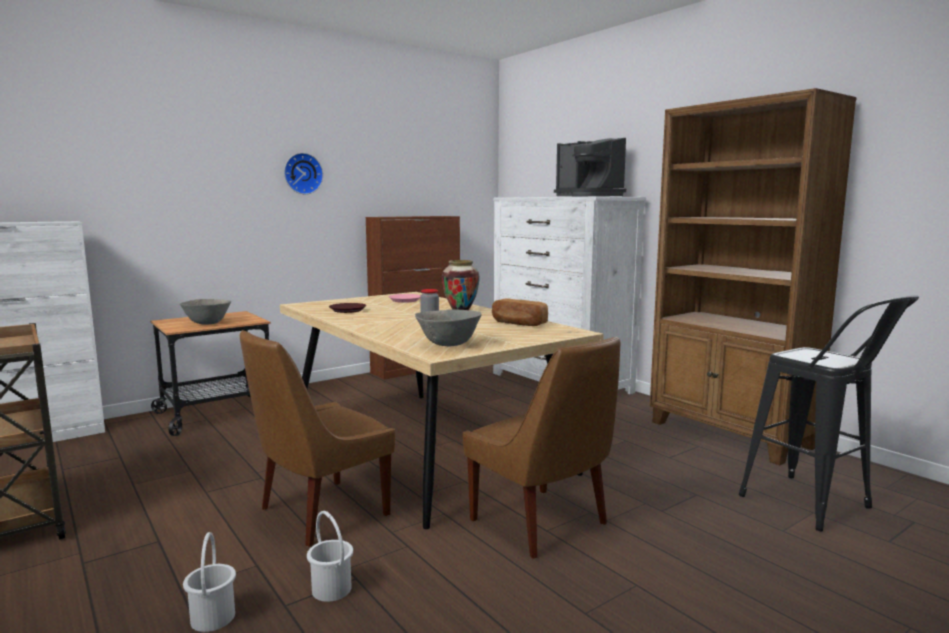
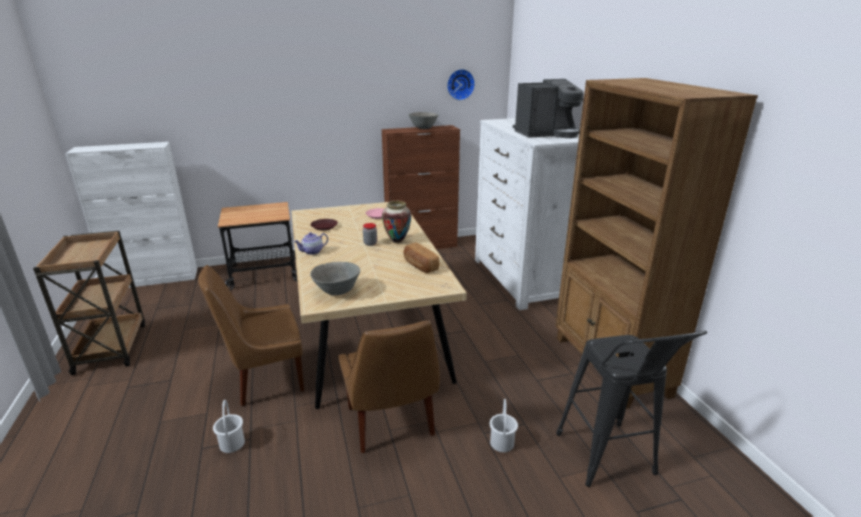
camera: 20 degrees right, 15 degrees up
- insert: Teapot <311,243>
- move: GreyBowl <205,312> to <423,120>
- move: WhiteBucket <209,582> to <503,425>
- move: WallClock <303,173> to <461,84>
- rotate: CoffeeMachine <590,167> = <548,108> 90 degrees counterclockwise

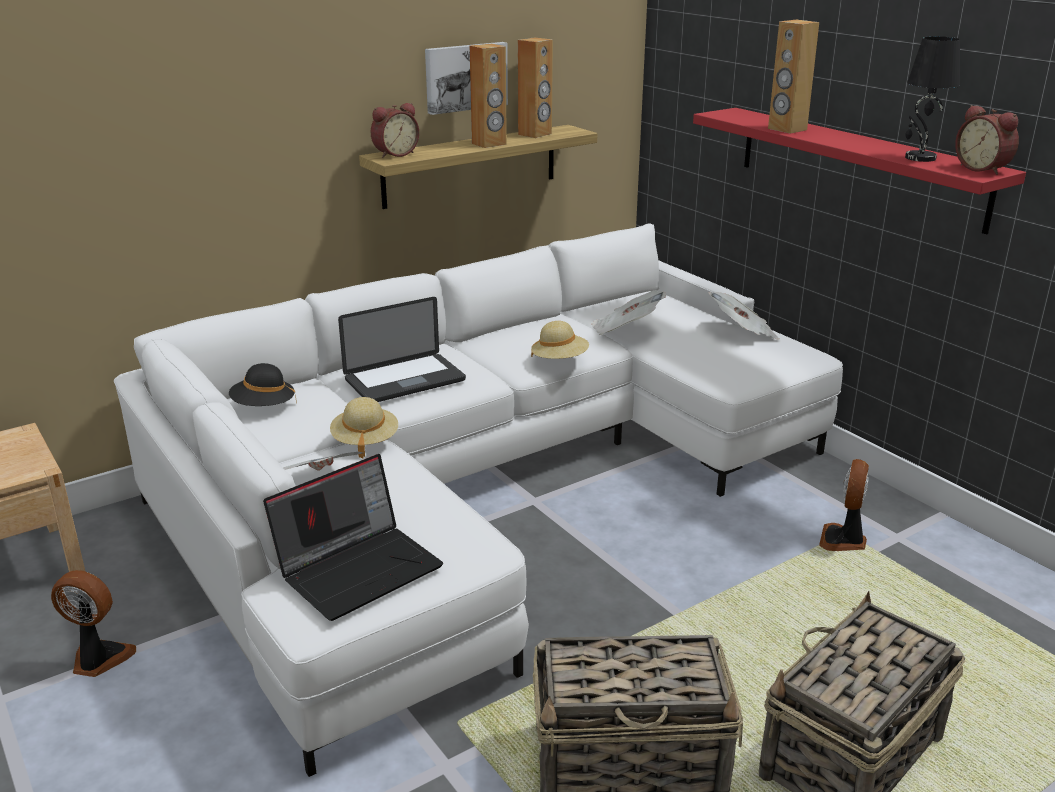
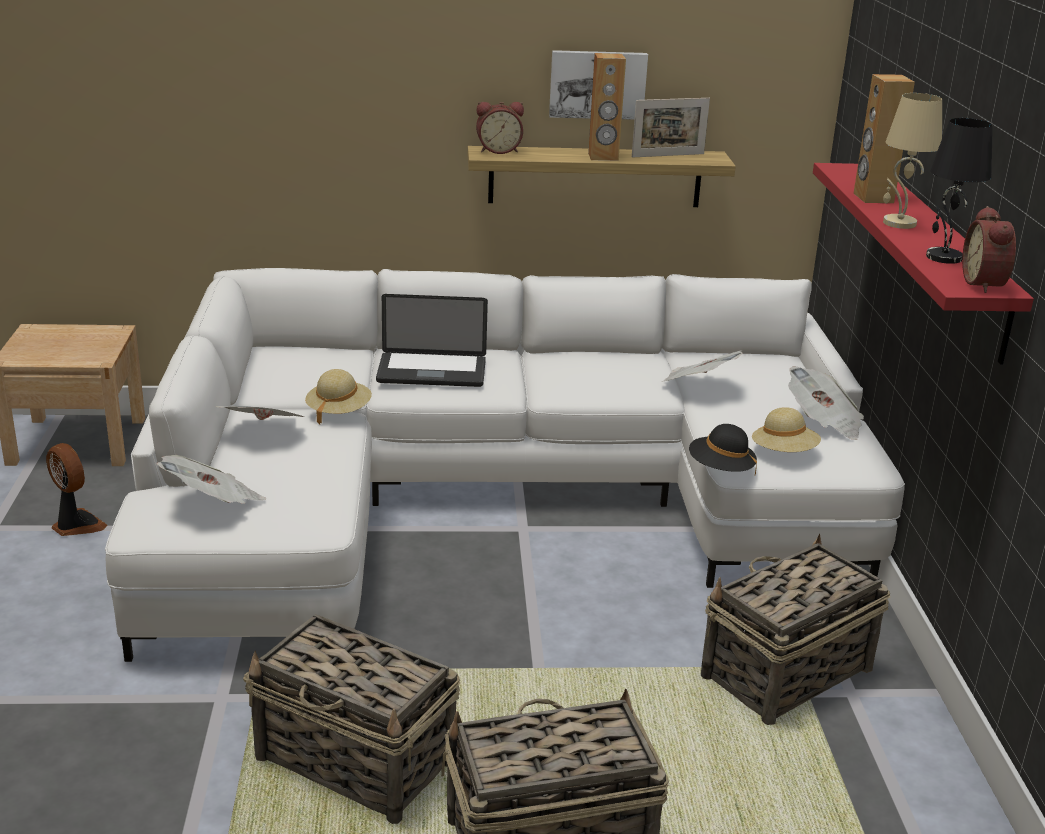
camera: 30 degrees right, 0 degrees up
- insert: BeigeTableLamp <912,161>
- move: BlackHat <263,384> to <723,449>
- move: BeigeHat <560,340> to <786,429>
- replace: Laptop <353,537> to Newspaper <211,479>
- replace: BrownSpeaker <535,87> to PictureFrame <671,127>
- replace: Fan <844,505> to Basket <795,629>

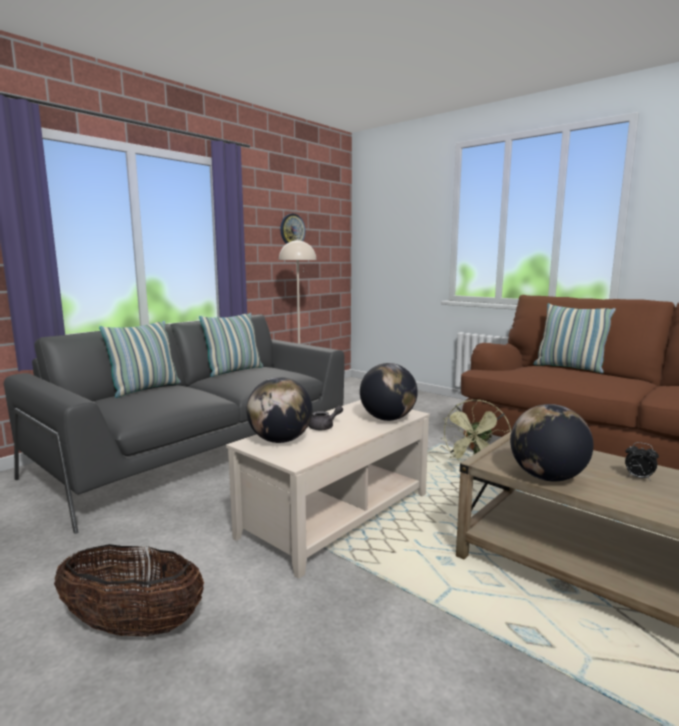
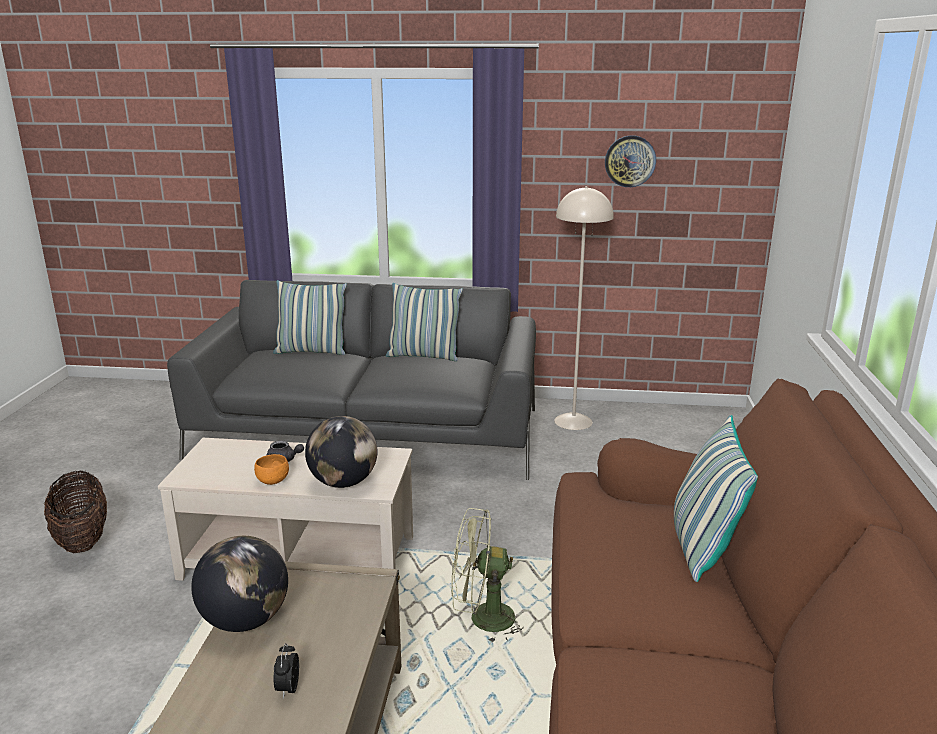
camera: 55 degrees right, 10 degrees up
- delete: Globe <279,410>
- insert: OrangeBowl <271,469>

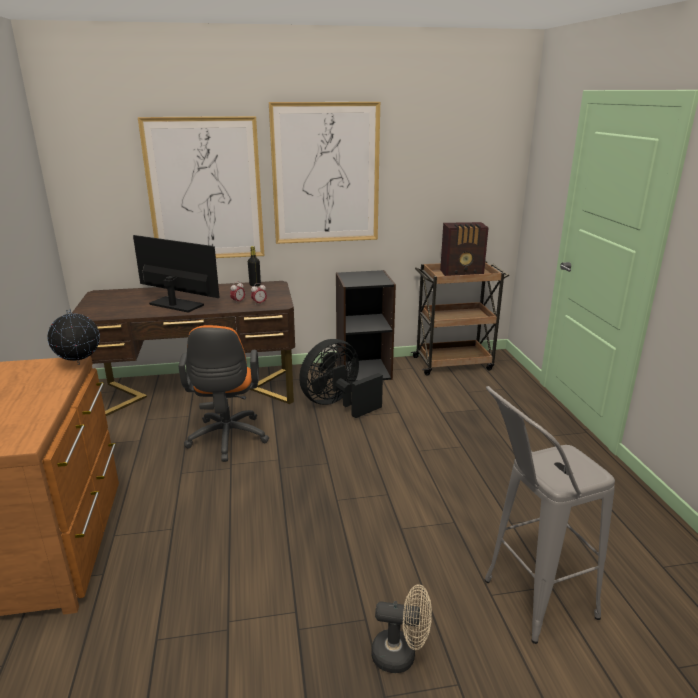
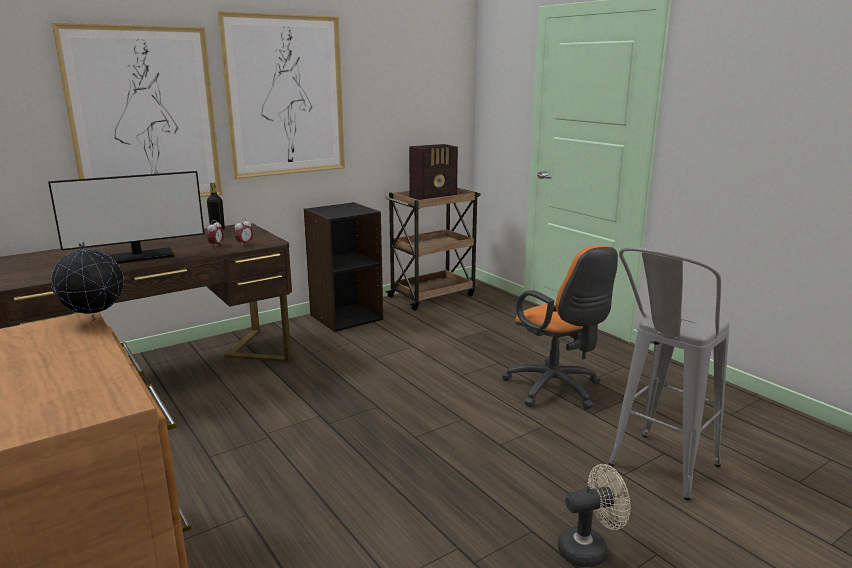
camera: 25 degrees left, 5 degrees down
- delete: BlackFan <341,378>
- move: OrangeOfficeChair <223,393> to <560,327>
- rotate: Monitor <176,274> = <126,217> 150 degrees clockwise

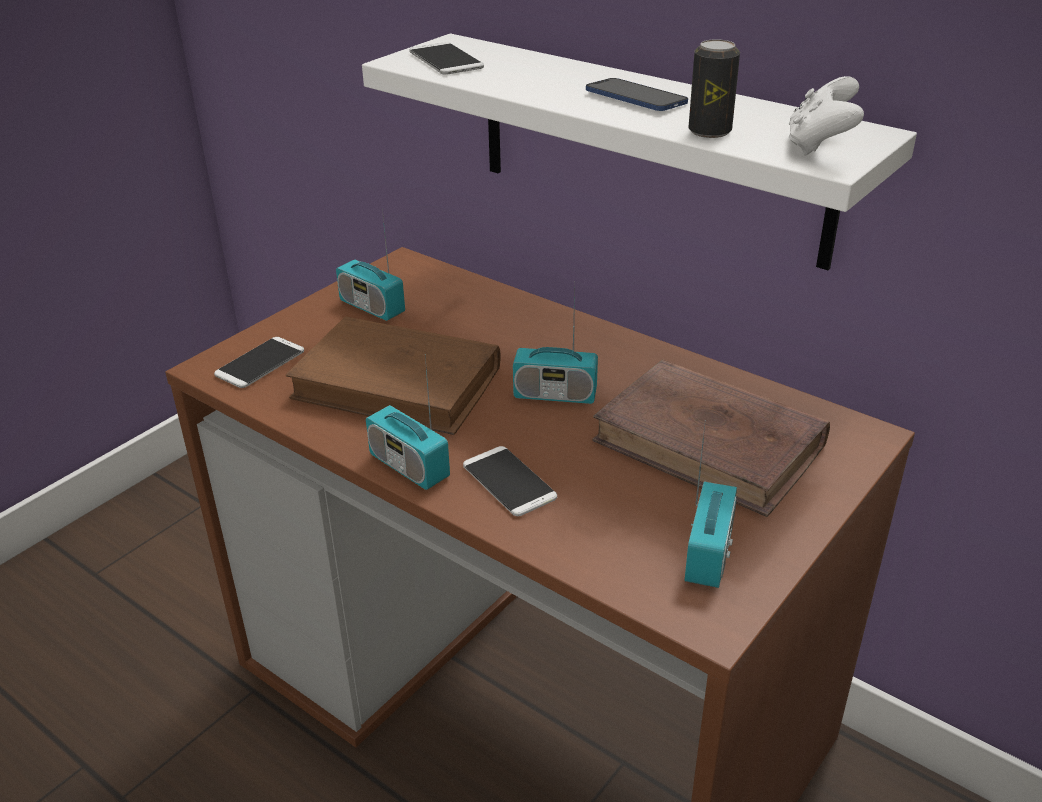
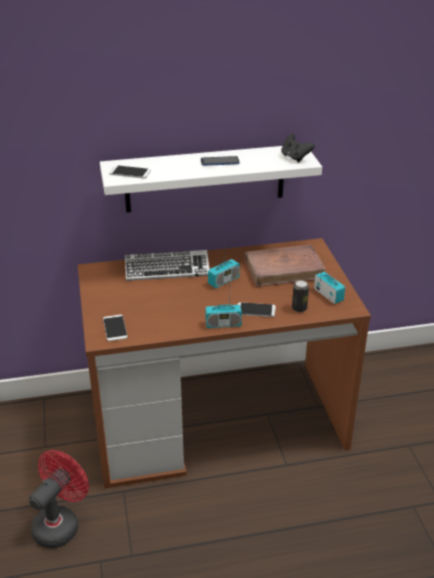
camera: 50 degrees left, 0 degrees up
- delete: BrownBook <393,375>
- delete: Radio <370,264>
- insert: RedFan <59,499>
- insert: Keyboard <167,265>
- move: Can <714,88> to <300,296>
- recolor: WhiteGameController <826,116> to BlackGameController <298,148>

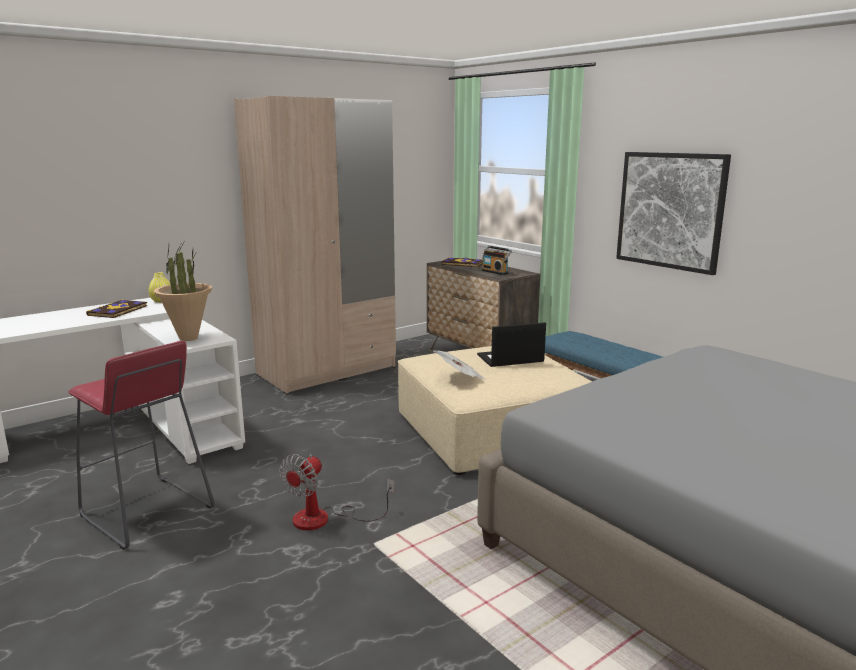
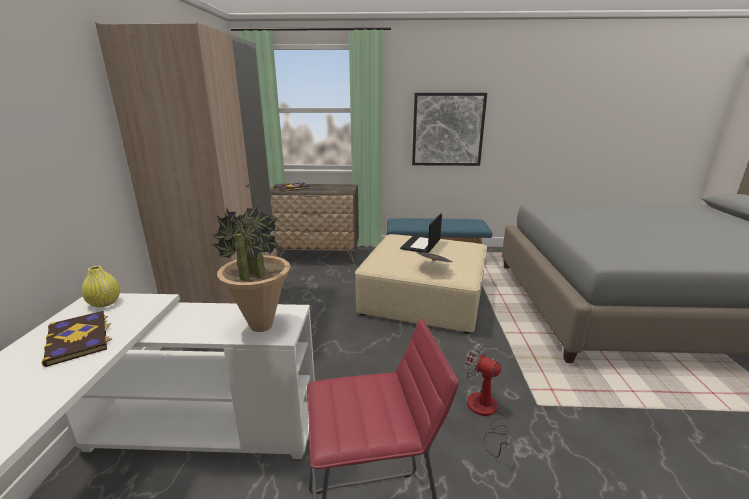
camera: 50 degrees left, 5 degrees up
- delete: Radio <497,260>
- rotate: Fan <337,492> = <488,400> 150 degrees clockwise

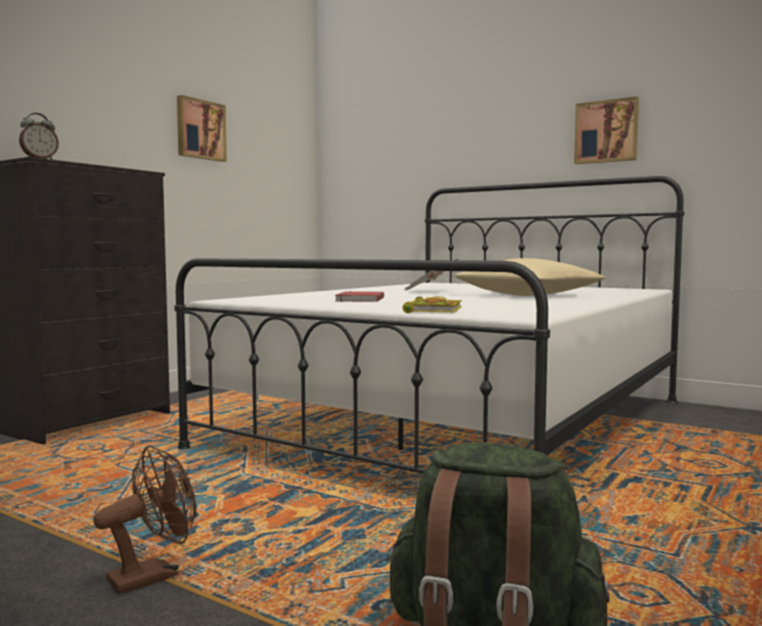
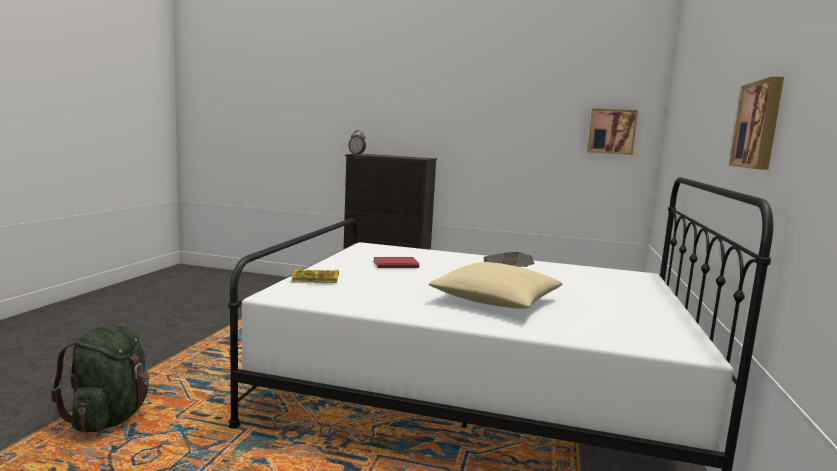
camera: 70 degrees right, 5 degrees up
- delete: BrownFan <144,519>
- move: Picture <202,128> to <612,131>

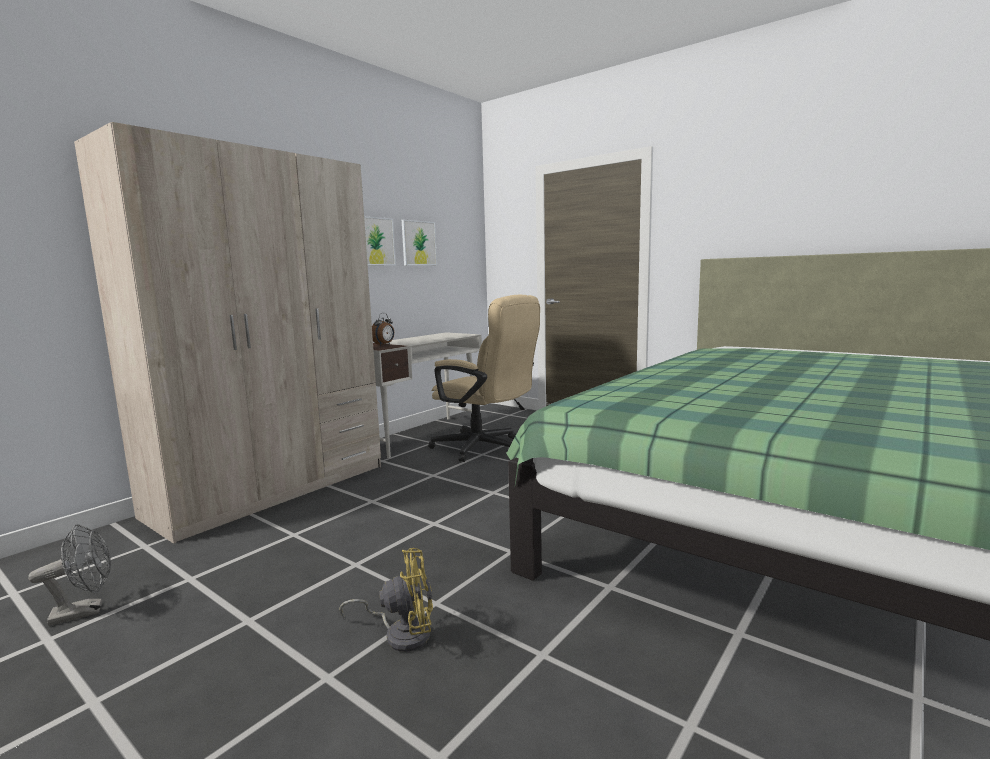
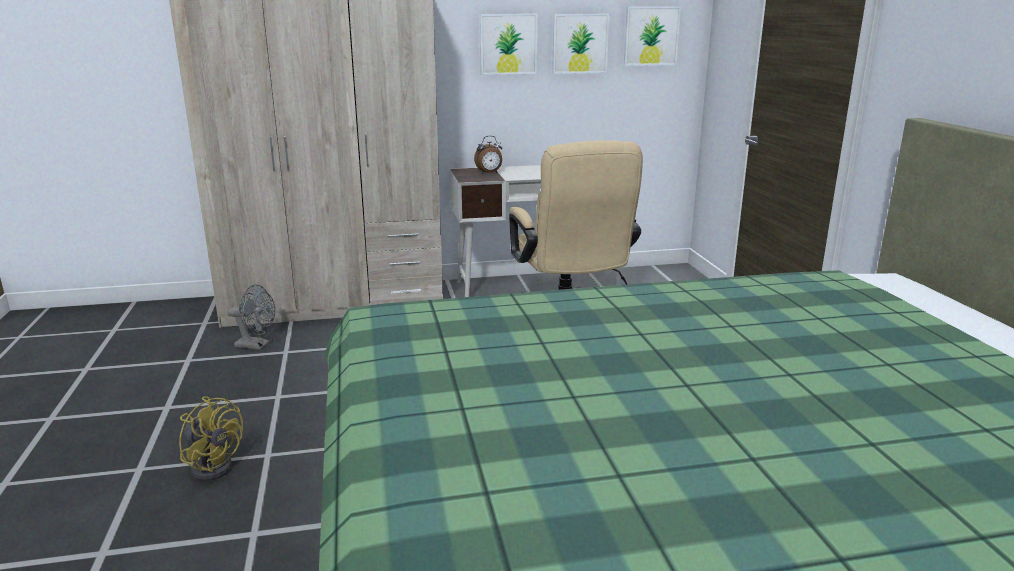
camera: 40 degrees right, 10 degrees up
- insert: Picture <652,36>
- move: GreyFan <69,575> to <251,317>

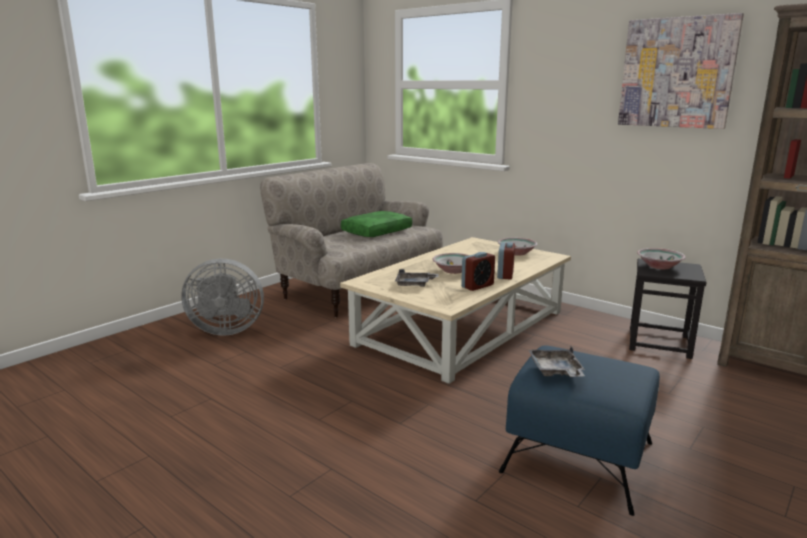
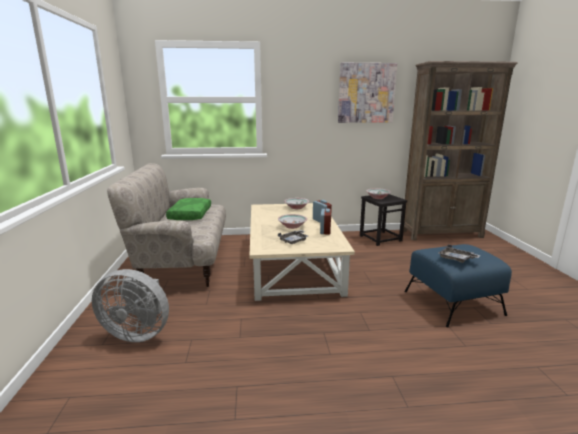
camera: 45 degrees left, 0 degrees up
- rotate: GreyFan <222,297> = <130,305> 60 degrees clockwise

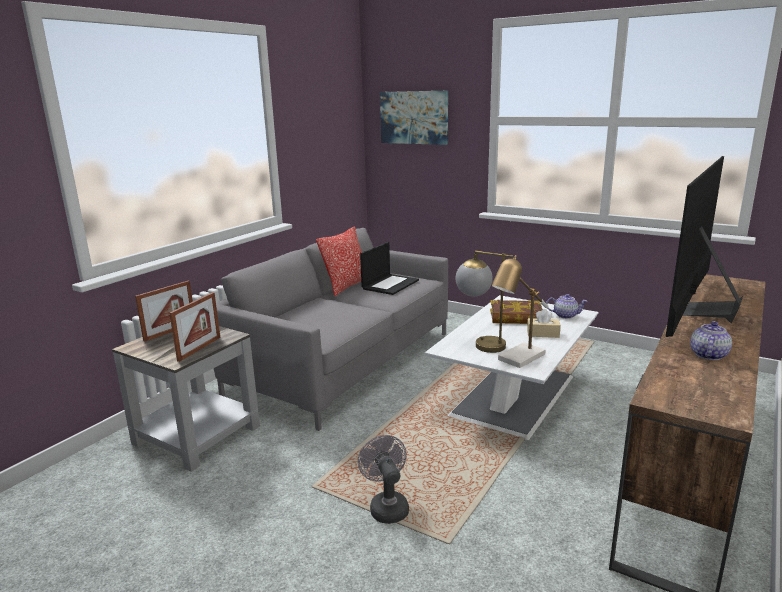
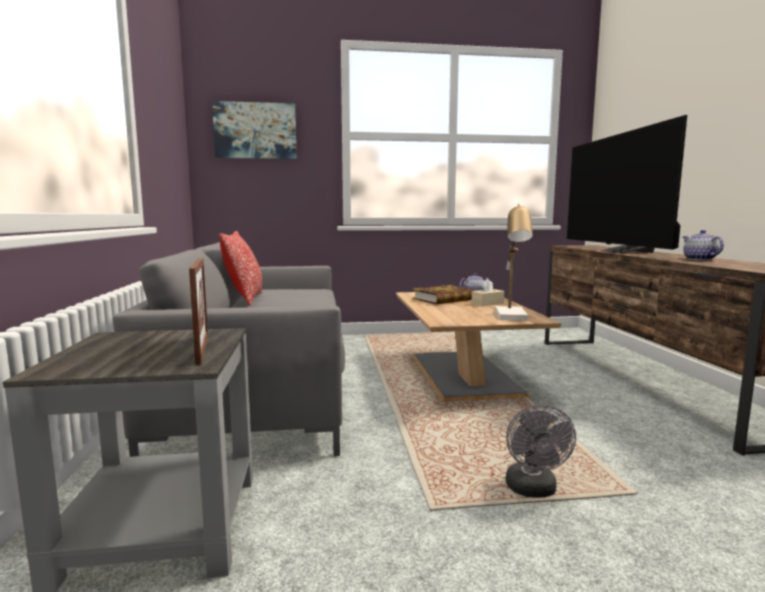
camera: 40 degrees left, 10 degrees down
- delete: PictureFrame <164,311>
- delete: Laptop <389,268>
- delete: TableLamp <484,302>
- recolor: WhiteCoffeeTable <511,367> to BrownCoffeeTable <479,347>
- rotate: GreyFan <383,479> = <541,451> 120 degrees counterclockwise

